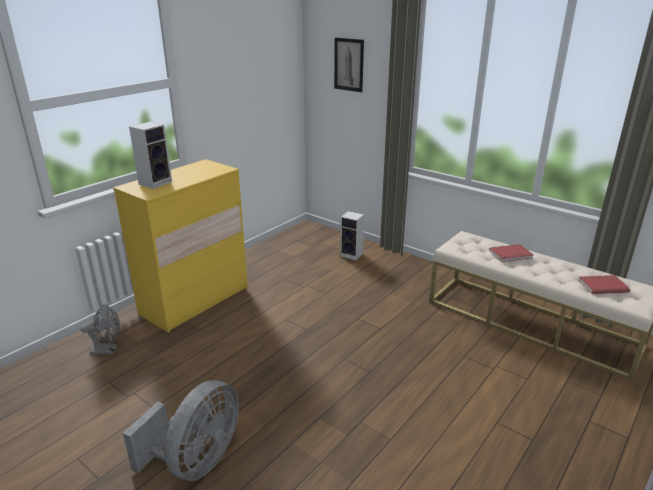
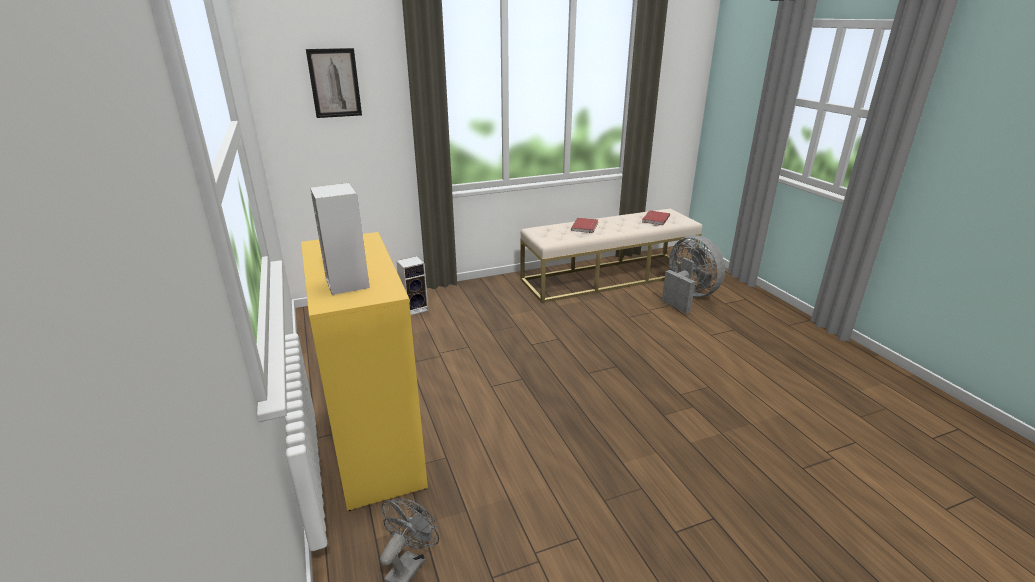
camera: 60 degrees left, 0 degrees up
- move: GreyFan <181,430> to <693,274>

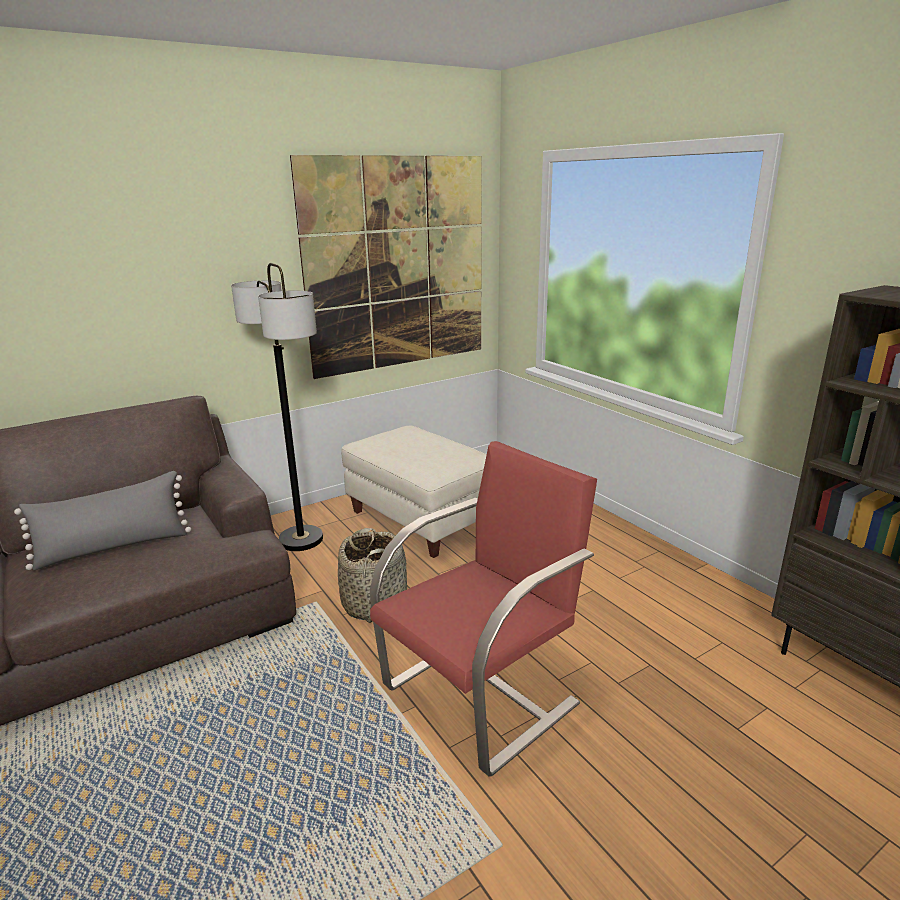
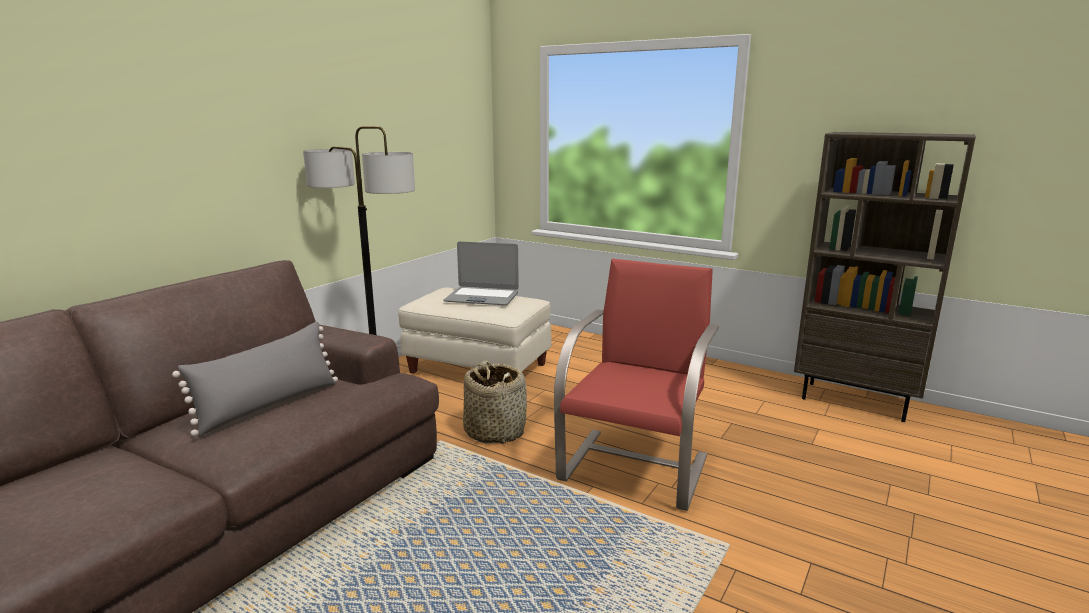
camera: 25 degrees left, 5 degrees down
- delete: Picture <385,267>
- insert: Laptop <481,273>

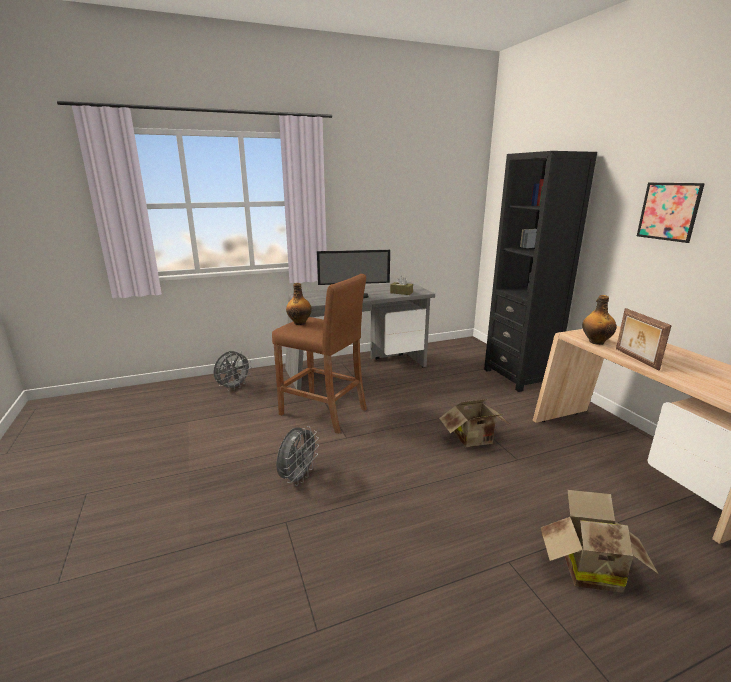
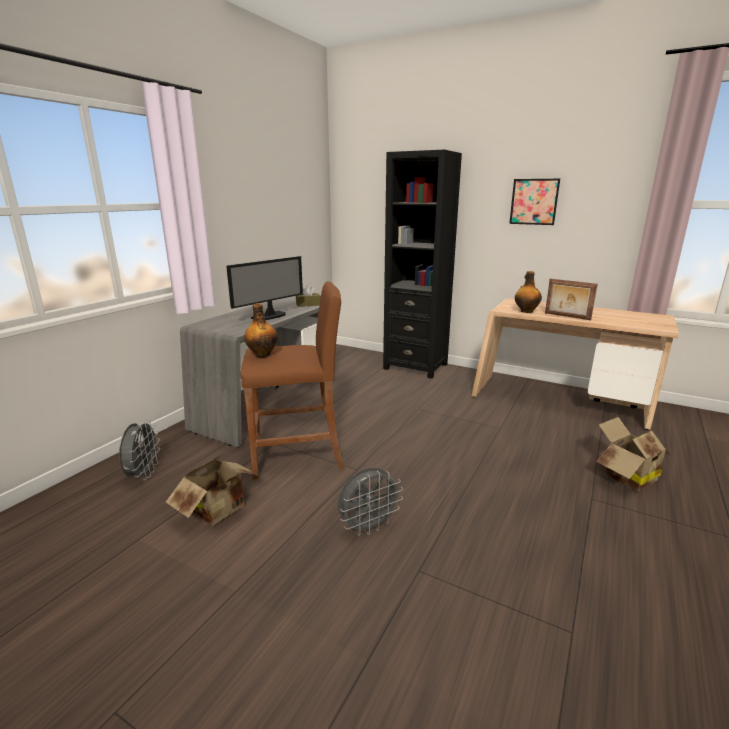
camera: 40 degrees left, 0 degrees up
- move: CardboardBox <474,423> to <212,490>
- rotate: GreyFan <297,456> = <370,502> 75 degrees clockwise

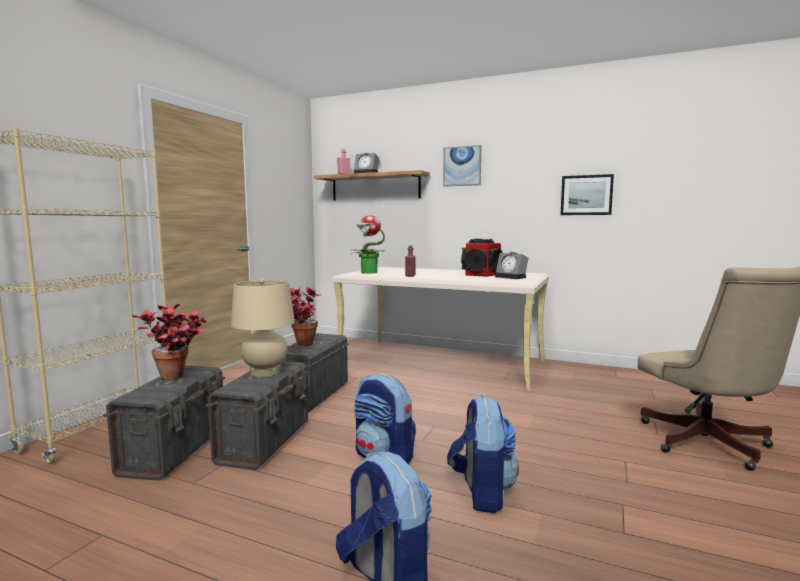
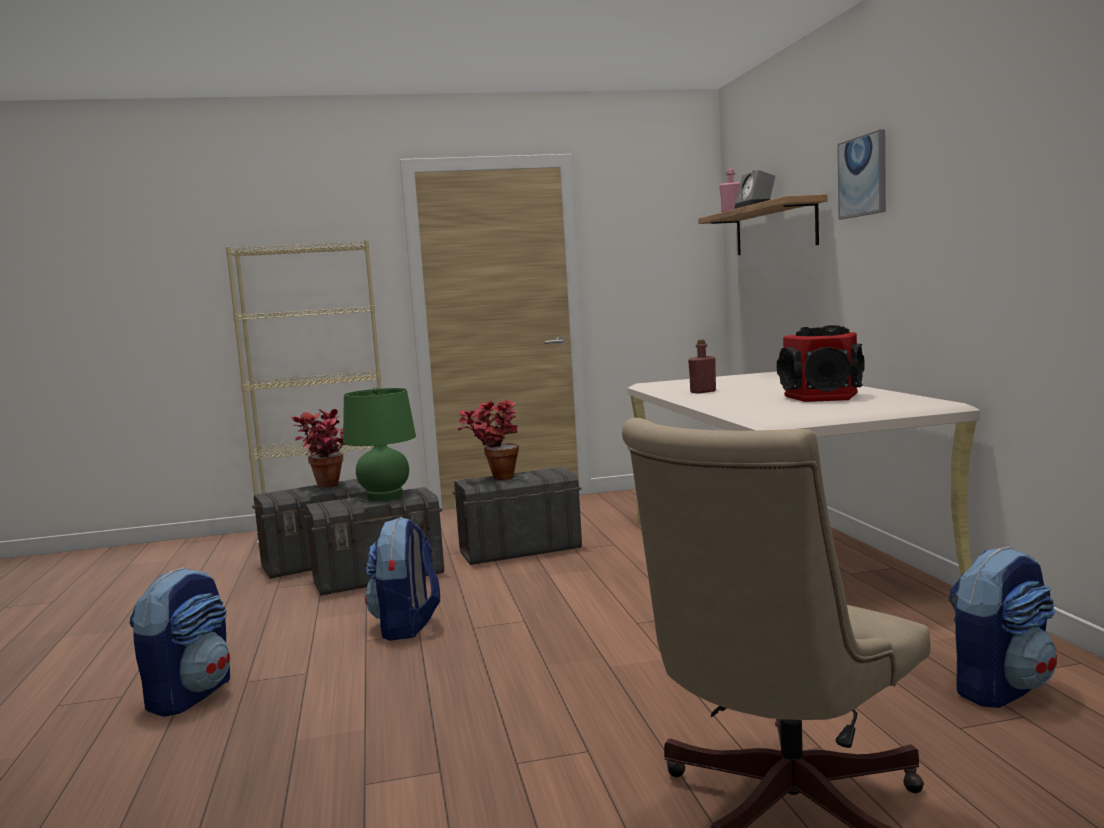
camera: 55 degrees right, 0 degrees up
- delete: PottedPlant <368,244>
- delete: AlarmClock <512,265>
- delete: Picture <587,194>
- move: Backpack <483,454> to <1002,627>
- recolor: BeigeTableLamp <263,328> to GreenTableLamp <379,444>

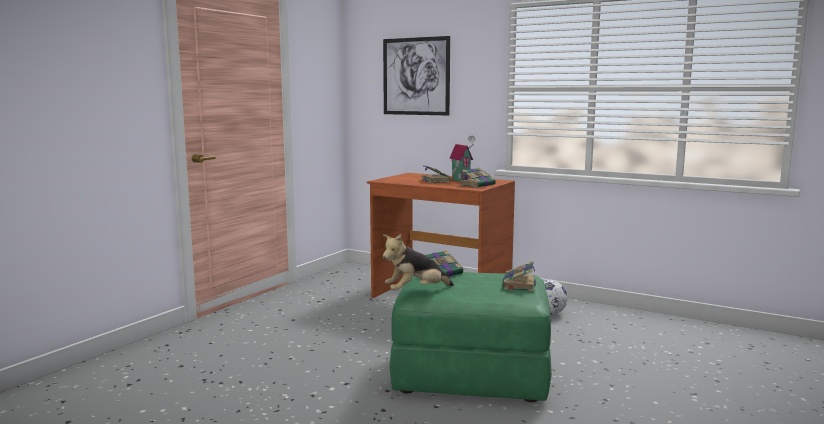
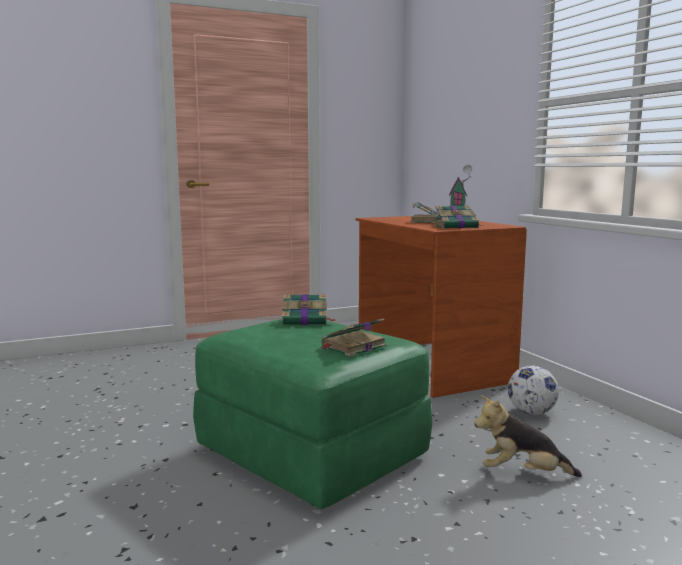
camera: 35 degrees right, 0 degrees up
- delete: Picture <416,76>
- move: PlushToy <418,262> to <528,436>

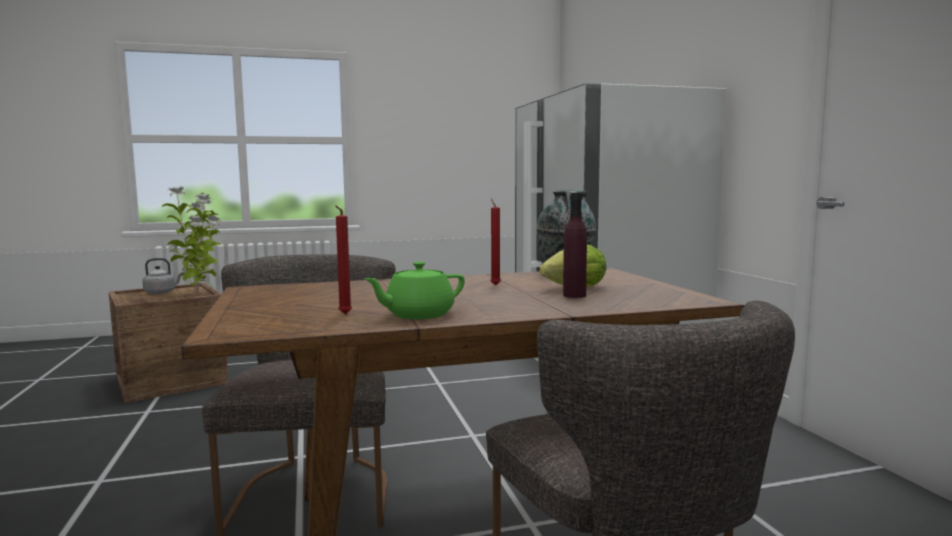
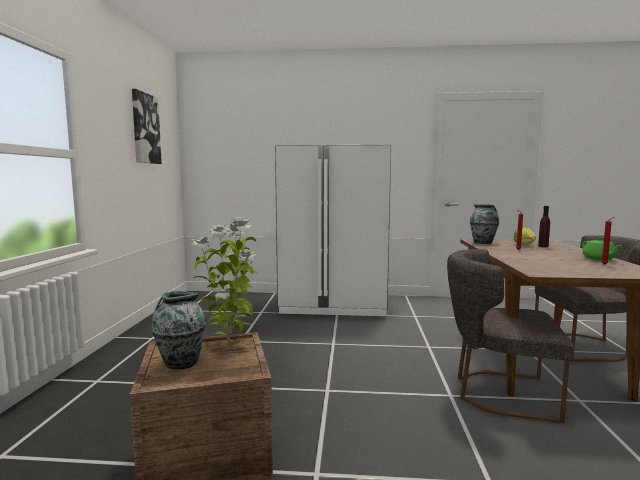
camera: 70 degrees left, 0 degrees up
- insert: Picture <147,126>
- replace: GreyKettle <163,276> to Vase <178,330>

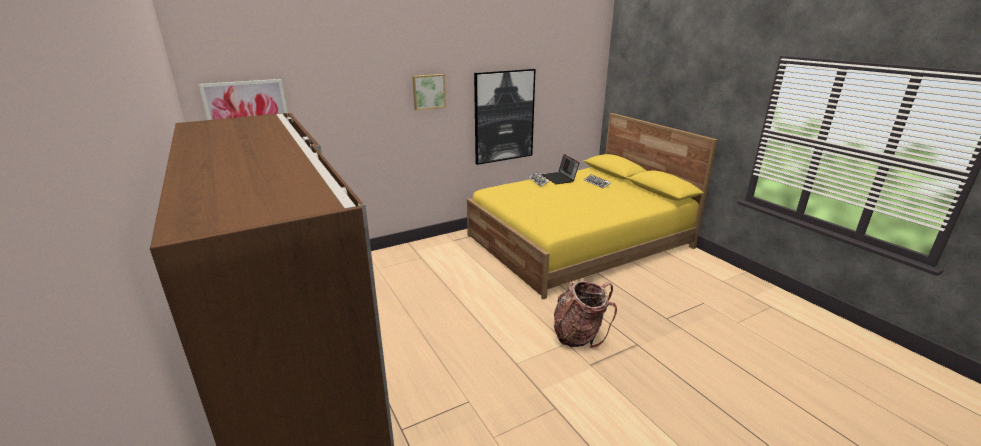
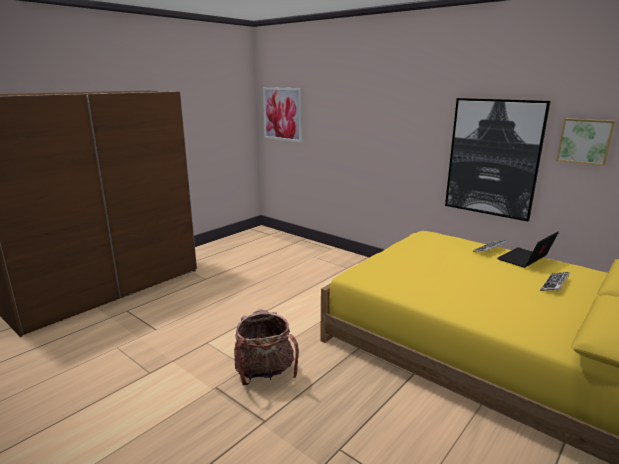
camera: 70 degrees right, 5 degrees down
- move: Picture <429,92> to <585,142>

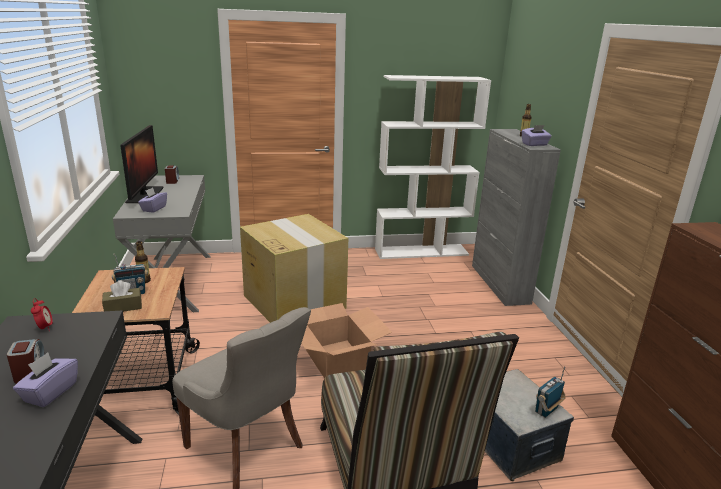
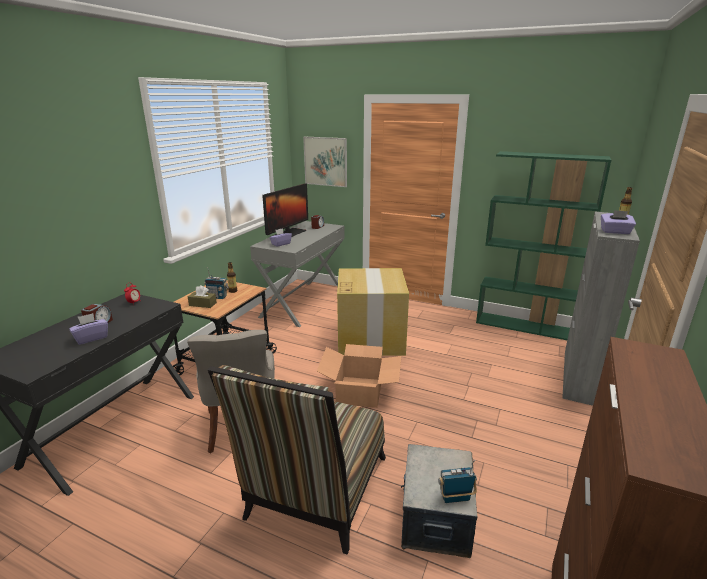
camera: 35 degrees right, 0 degrees up
- insert: Picture <325,162>
- recolor: WhiteBookcase <433,167> to GreenBookcase <544,245>

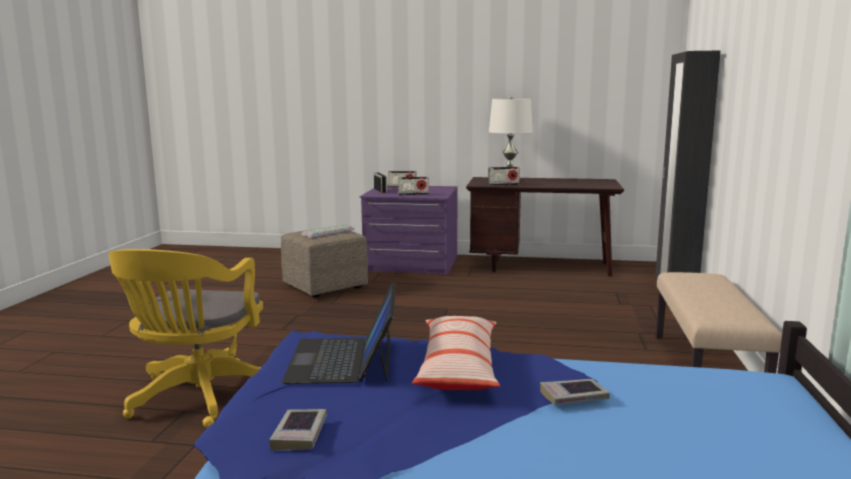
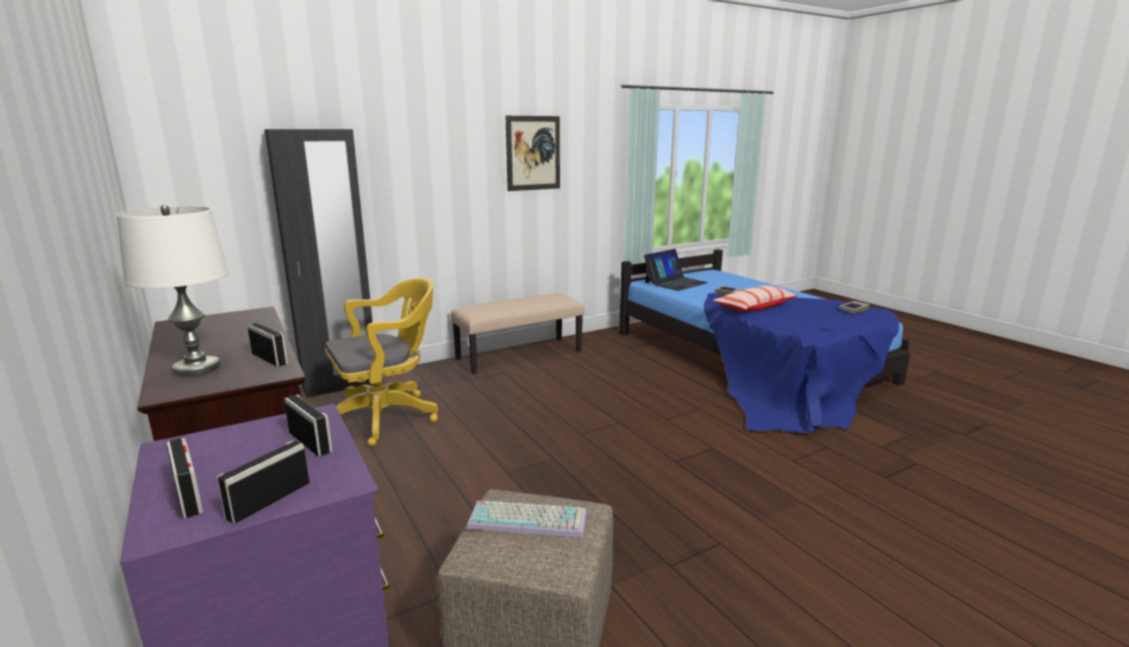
camera: 130 degrees left, 5 degrees up
- insert: Picture <533,153>
- move: YellowOfficeChair <185,338> to <381,362>
- move: Laptop <338,333> to <676,270>

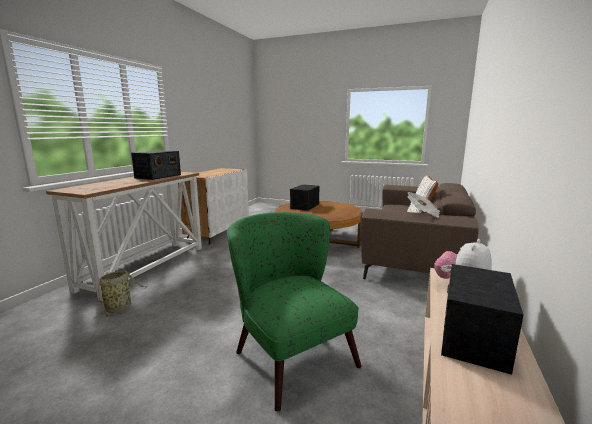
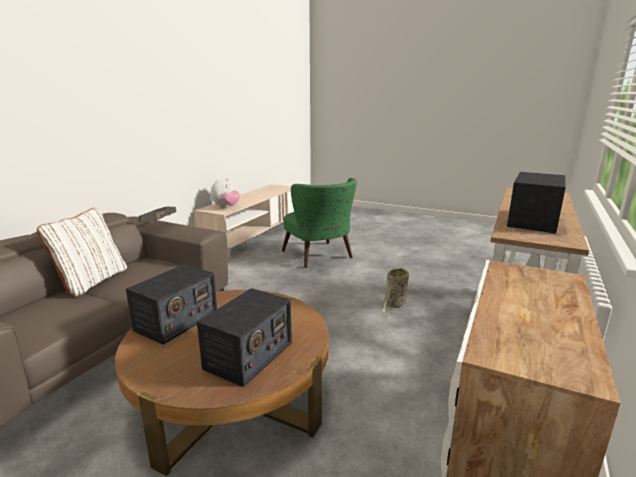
camera: 175 degrees left, 5 degrees up
- move: Basket <120,294> to <395,292>
- move: Radio <482,319> to <171,304>

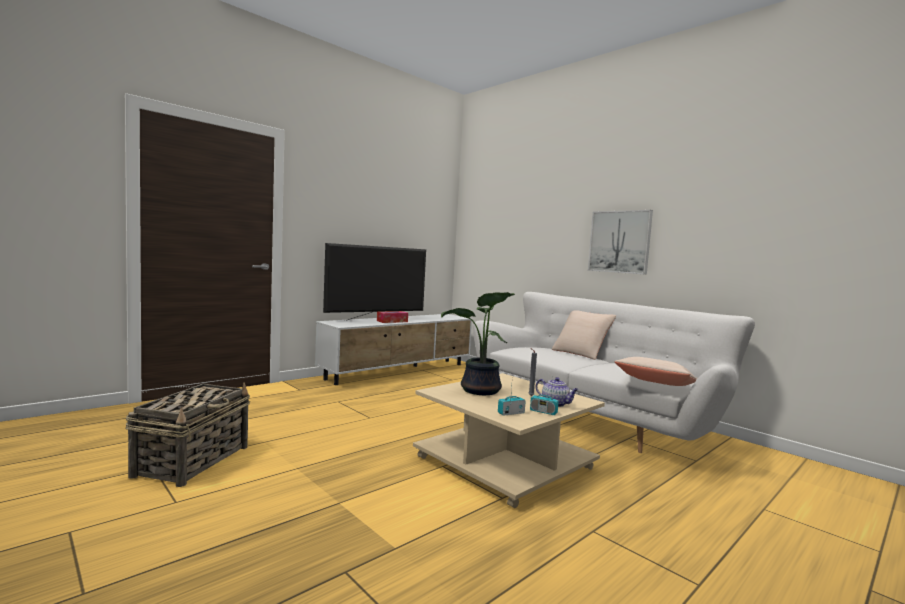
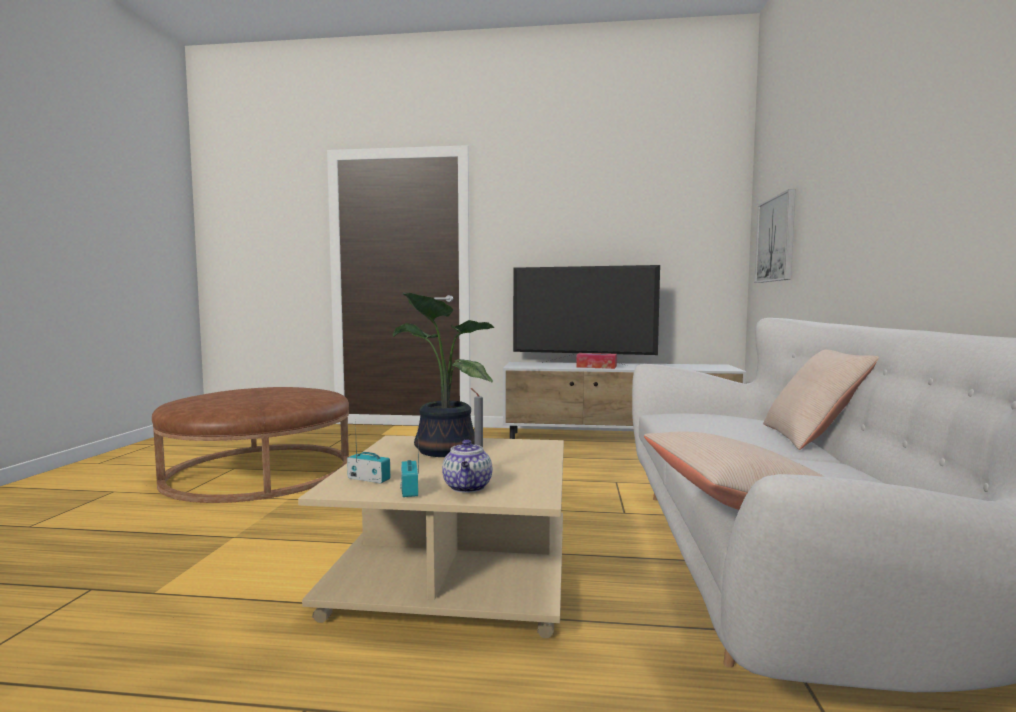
camera: 50 degrees right, 0 degrees up
- move: Picture <620,242> to <775,236>
- replace: Basket <188,434> to BrownOttoman <250,445>

